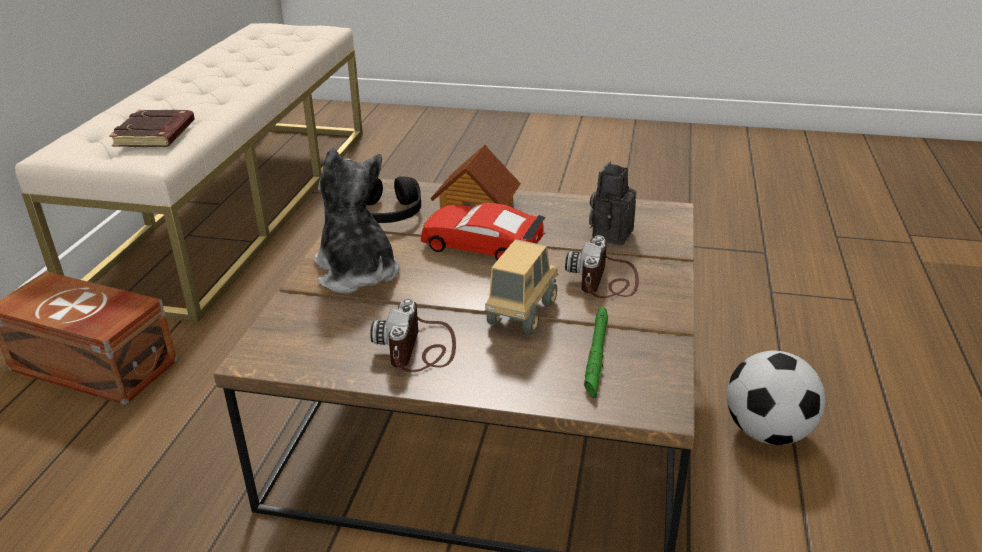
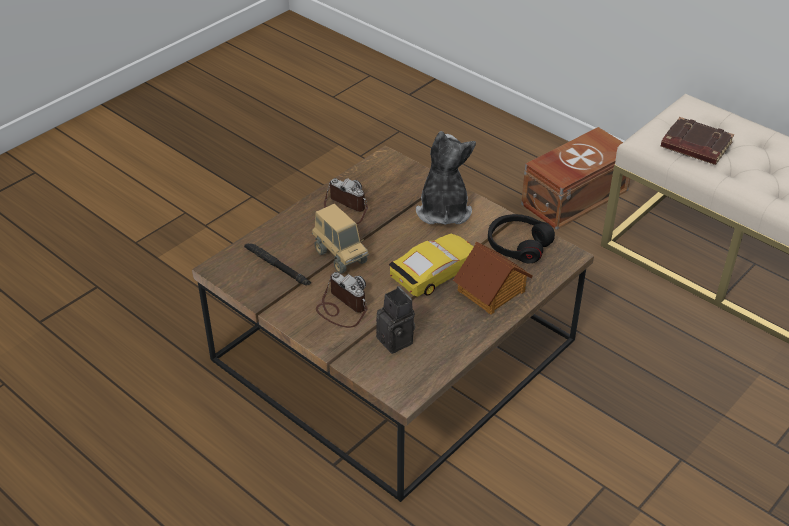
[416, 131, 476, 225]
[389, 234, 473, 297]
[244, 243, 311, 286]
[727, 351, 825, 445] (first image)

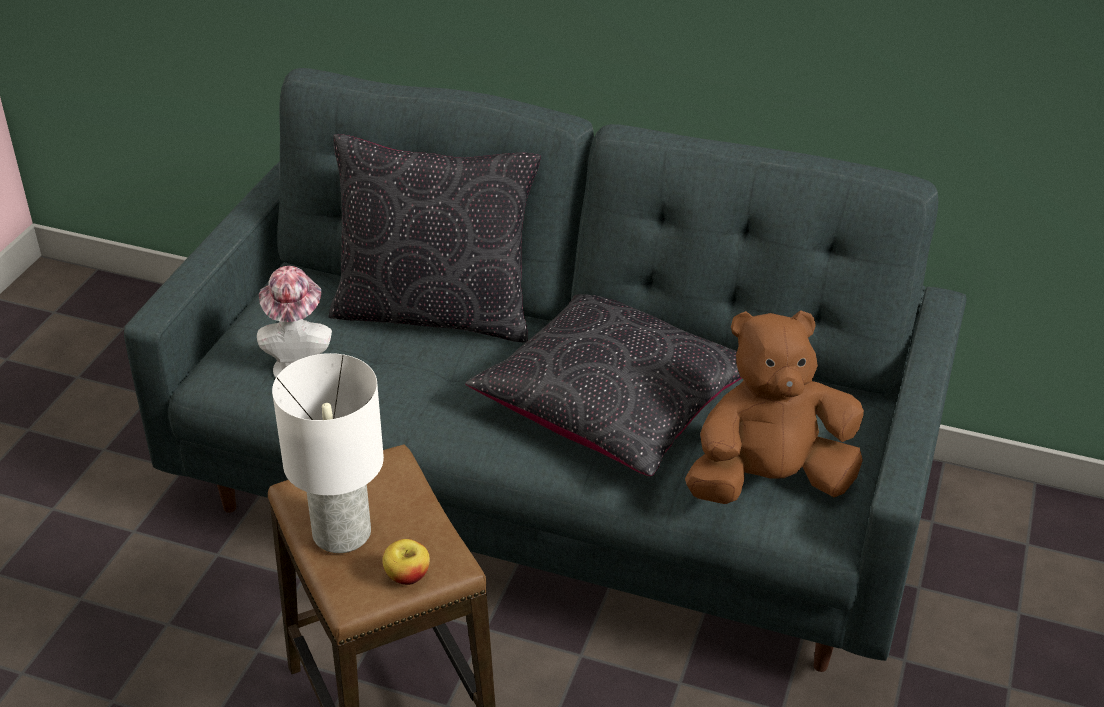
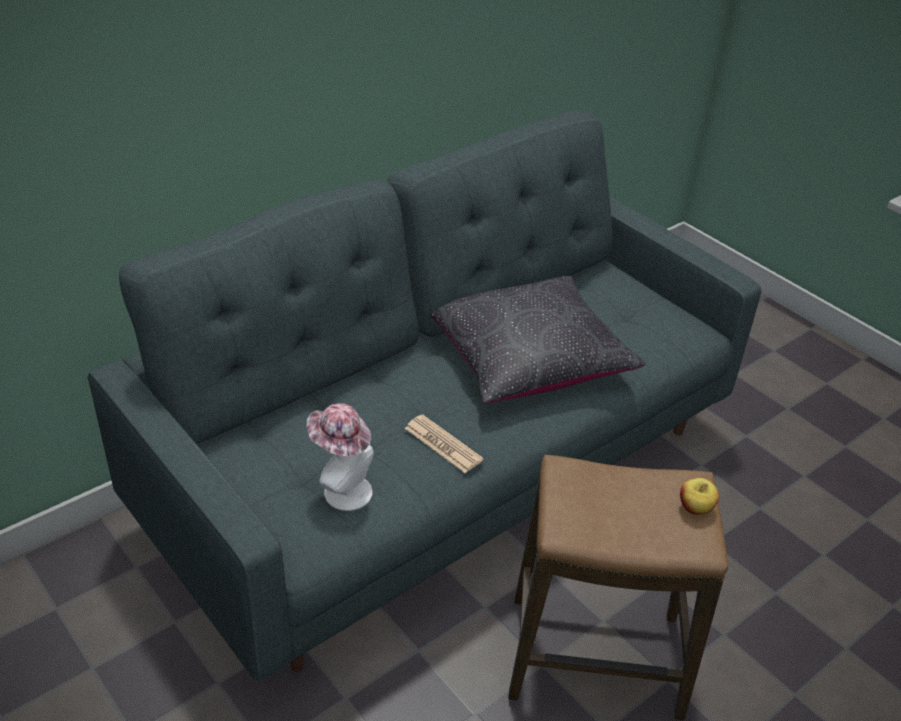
[272, 353, 384, 553] (first image)
[329, 134, 541, 342] (first image)
[685, 310, 864, 504] (first image)
[405, 414, 484, 473]

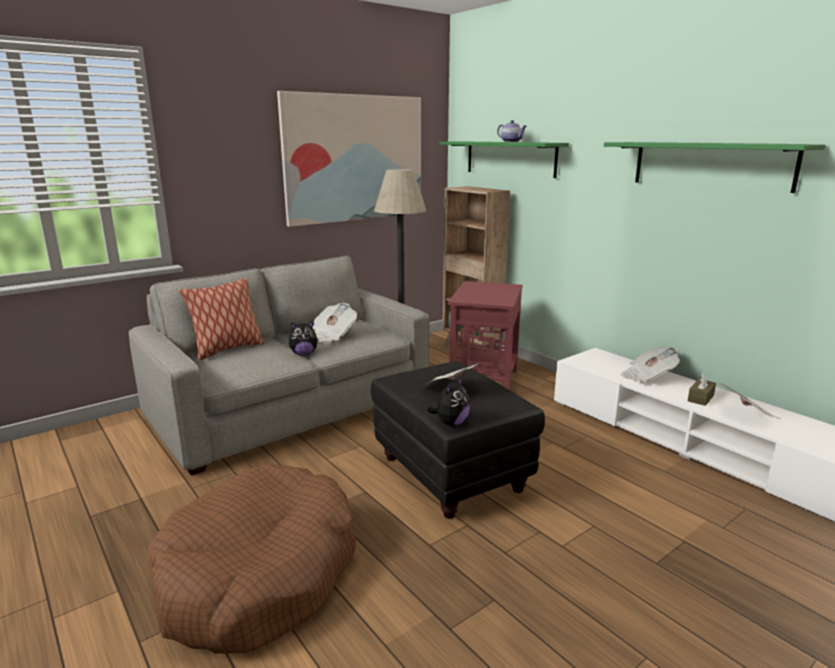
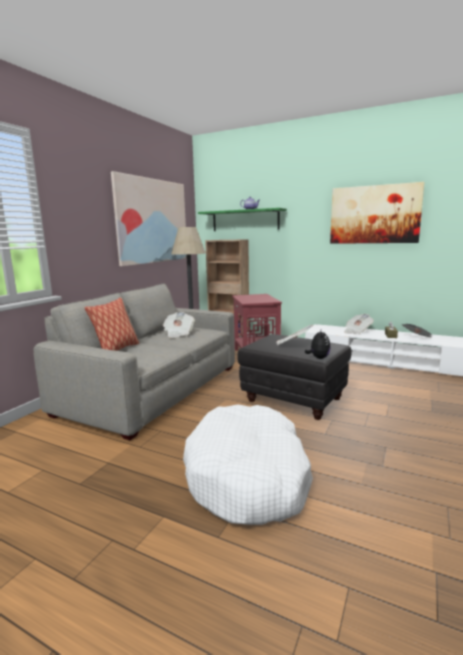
[183, 405, 313, 525]
[289, 320, 319, 356] (first image)
[330, 182, 425, 244]

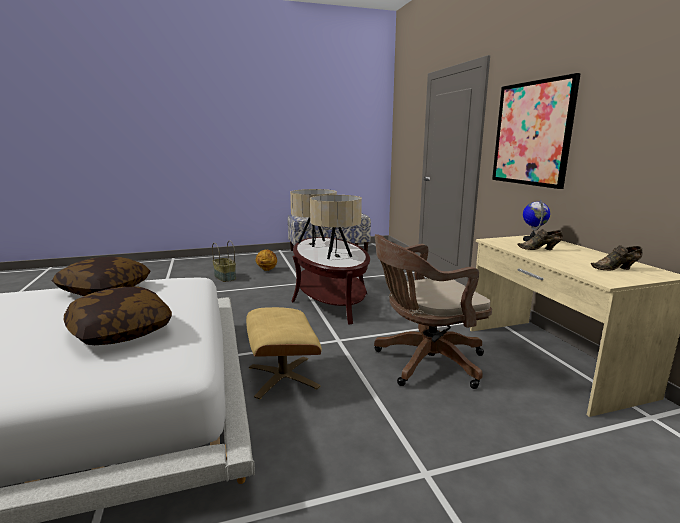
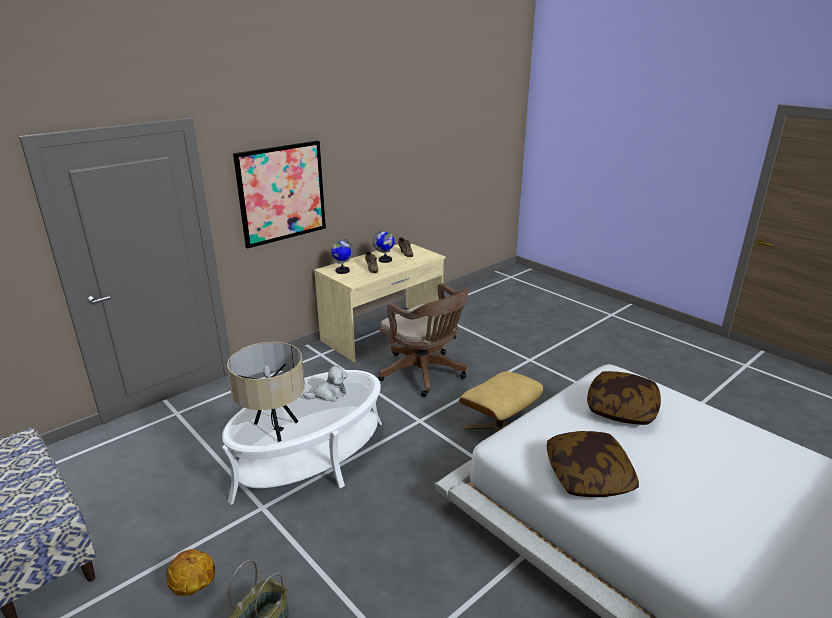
[222, 370, 382, 505]
[303, 366, 347, 402]
[373, 230, 395, 263]

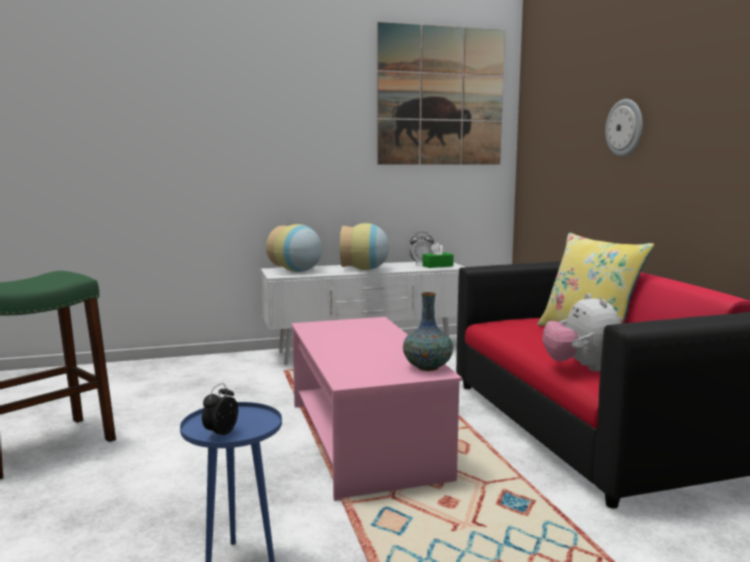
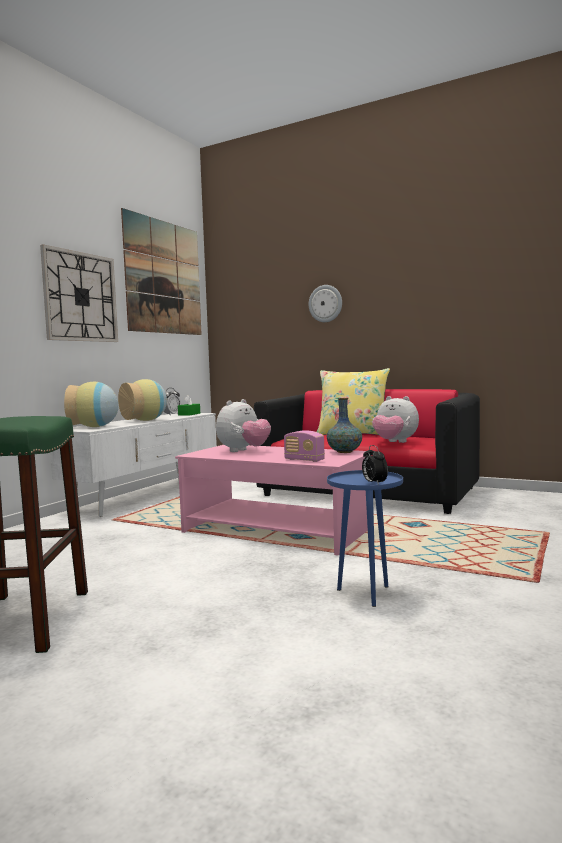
[40, 244, 118, 342]
[216, 399, 271, 452]
[284, 430, 325, 462]

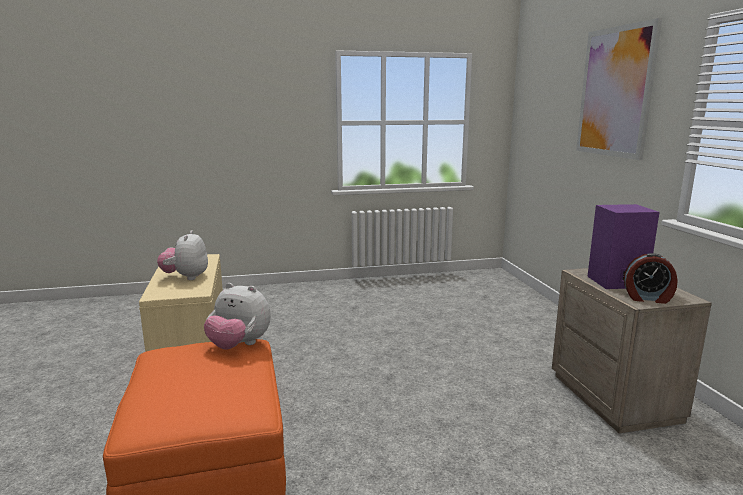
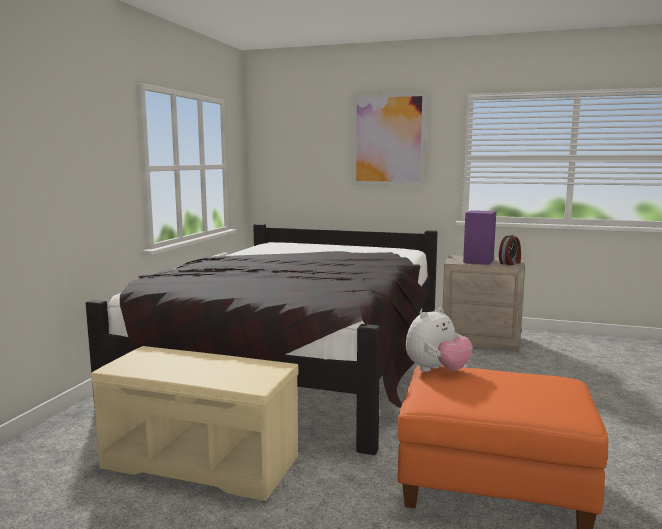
[157, 230, 208, 280] (first image)
[86, 224, 438, 455]

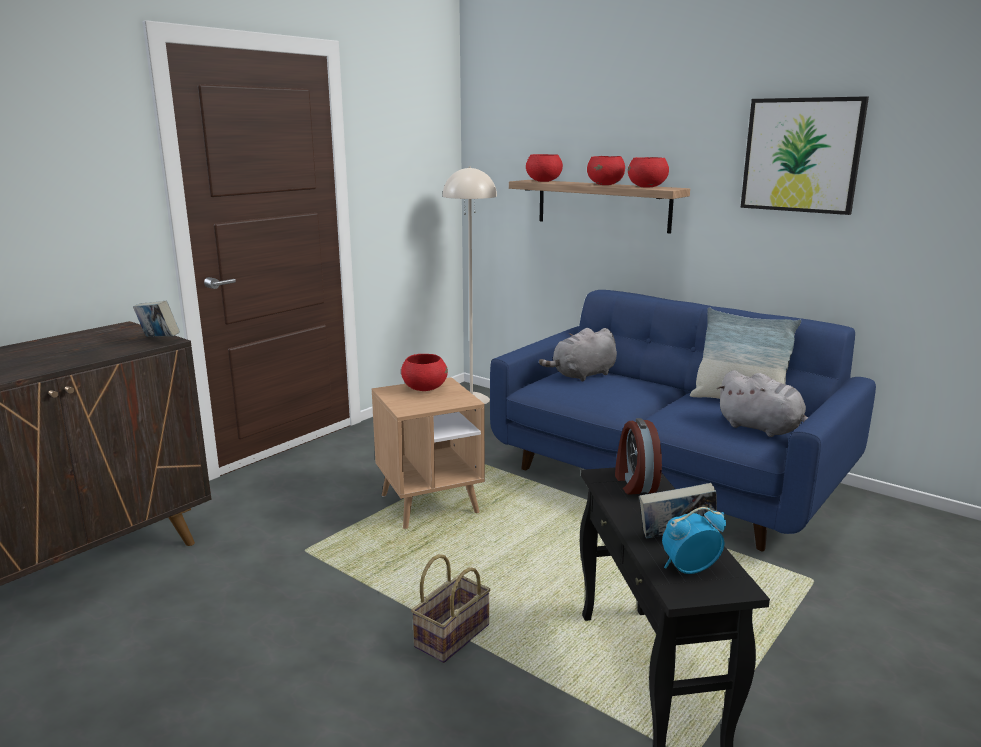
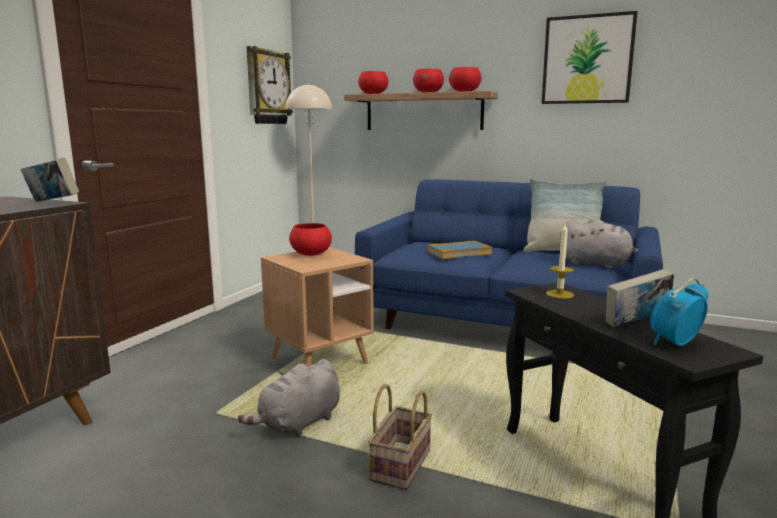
[238, 359, 340, 437]
[546, 222, 574, 299]
[246, 46, 293, 124]
[427, 241, 493, 259]

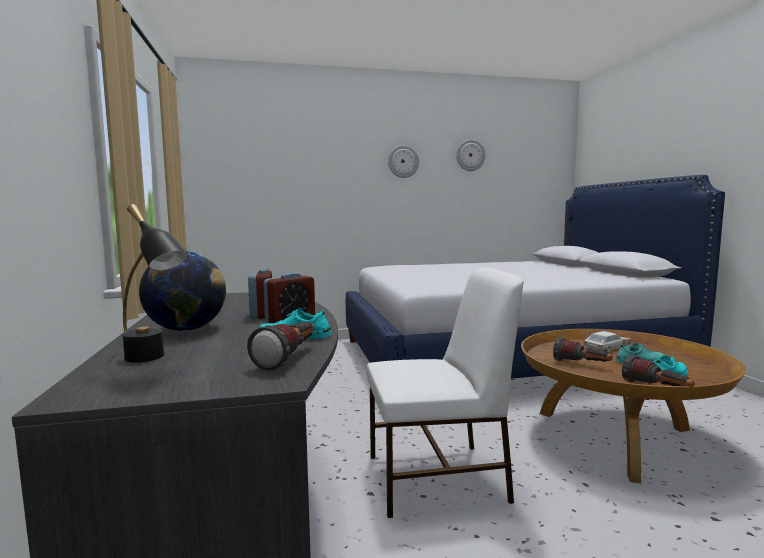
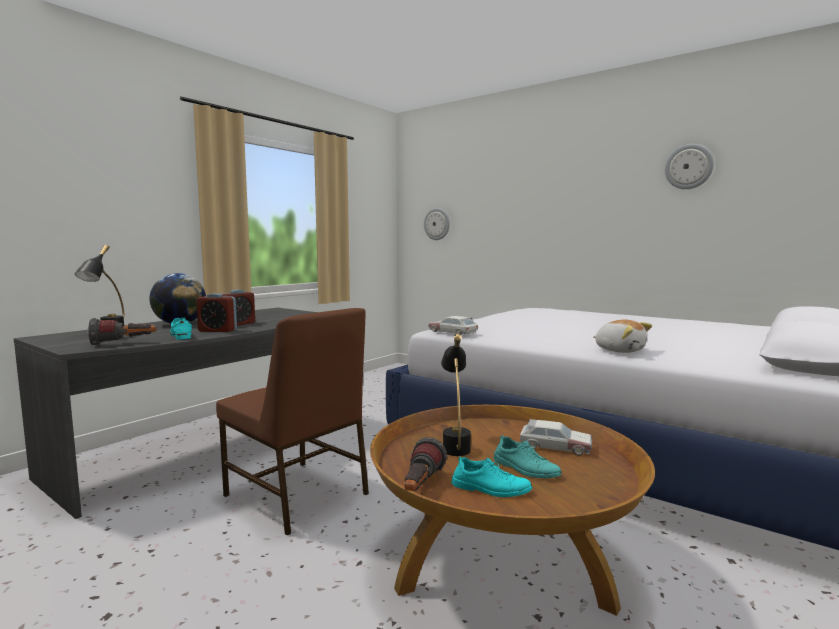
[216, 308, 369, 535]
[424, 208, 450, 240]
[441, 334, 471, 456]
[428, 316, 478, 335]
[593, 320, 652, 353]

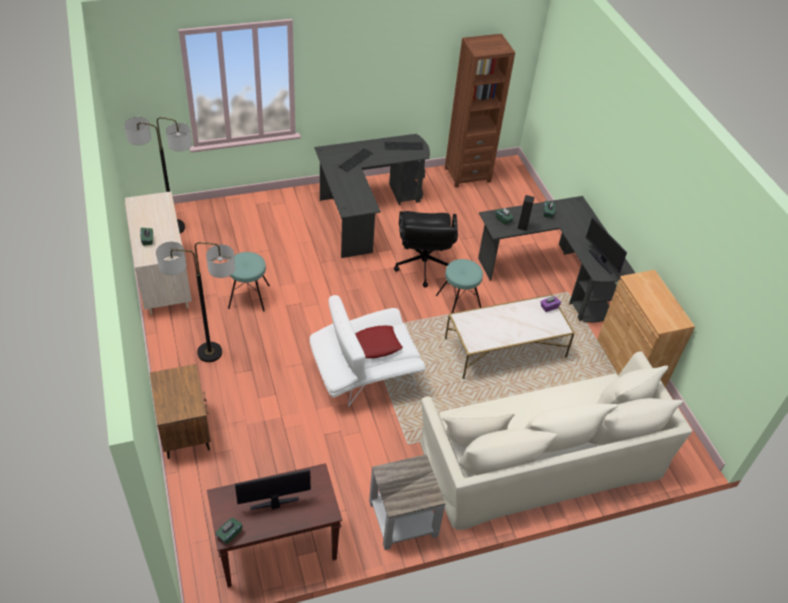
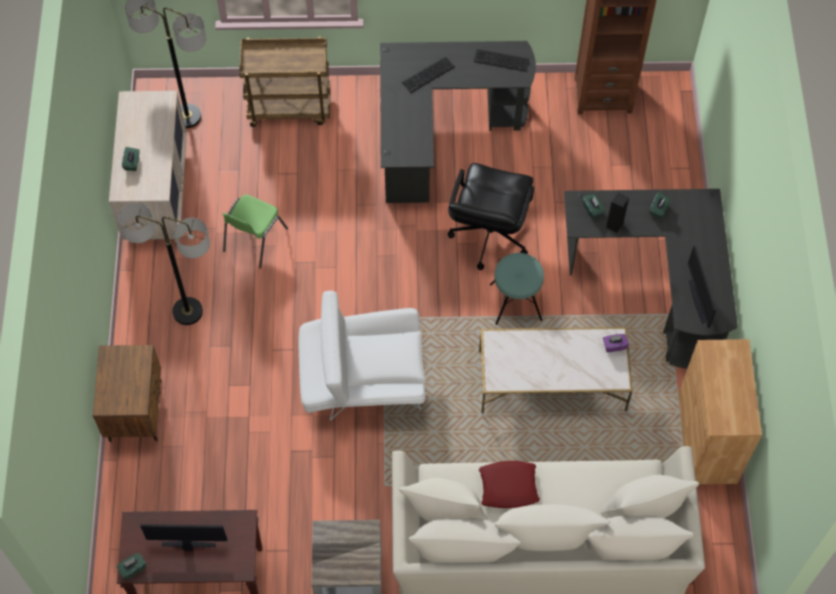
[222, 195, 288, 268]
[479, 461, 540, 508]
[239, 37, 330, 127]

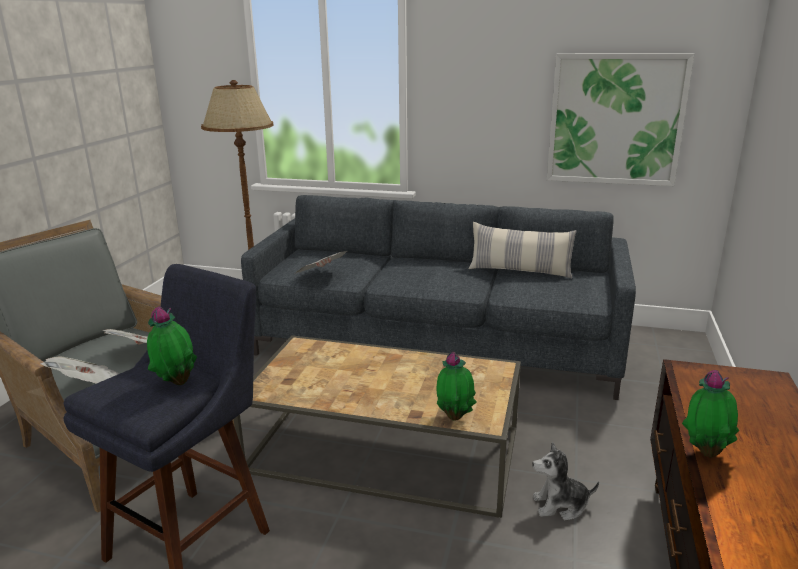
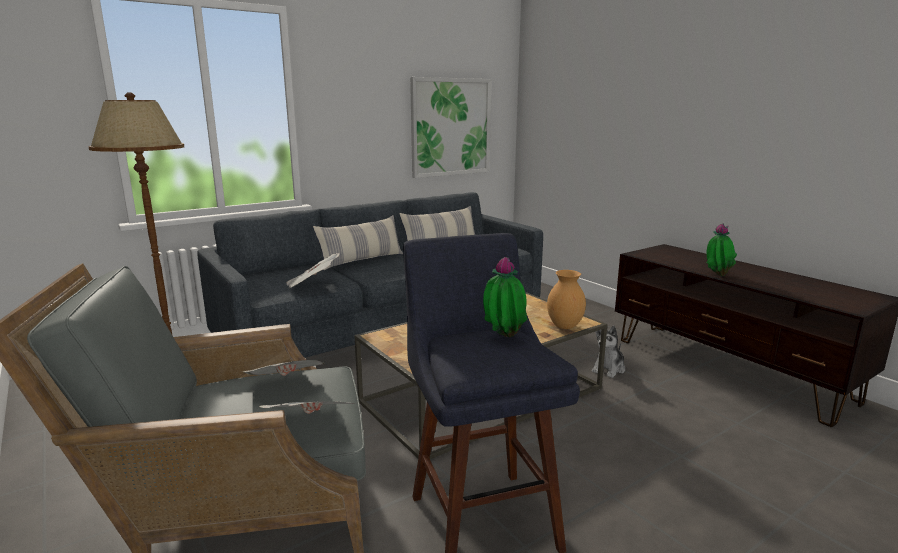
[547, 270, 586, 329]
[313, 215, 403, 270]

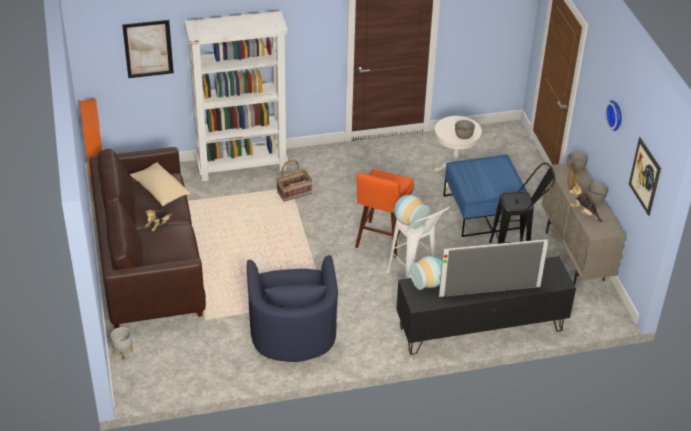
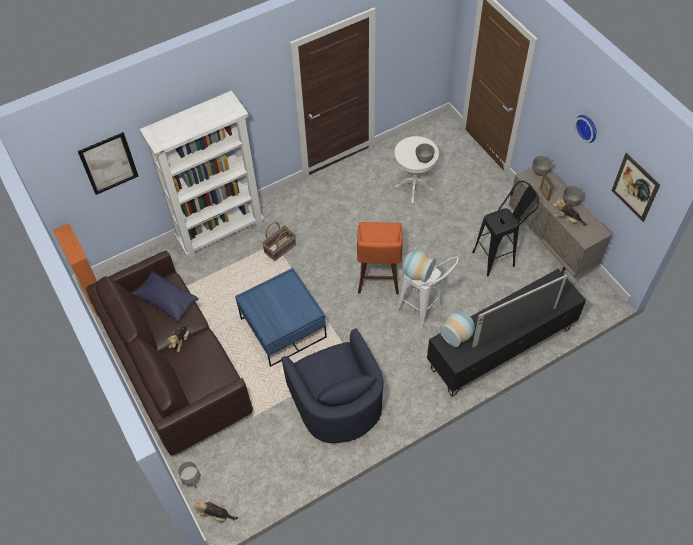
[131, 271, 199, 321]
[235, 268, 327, 367]
[194, 500, 238, 522]

